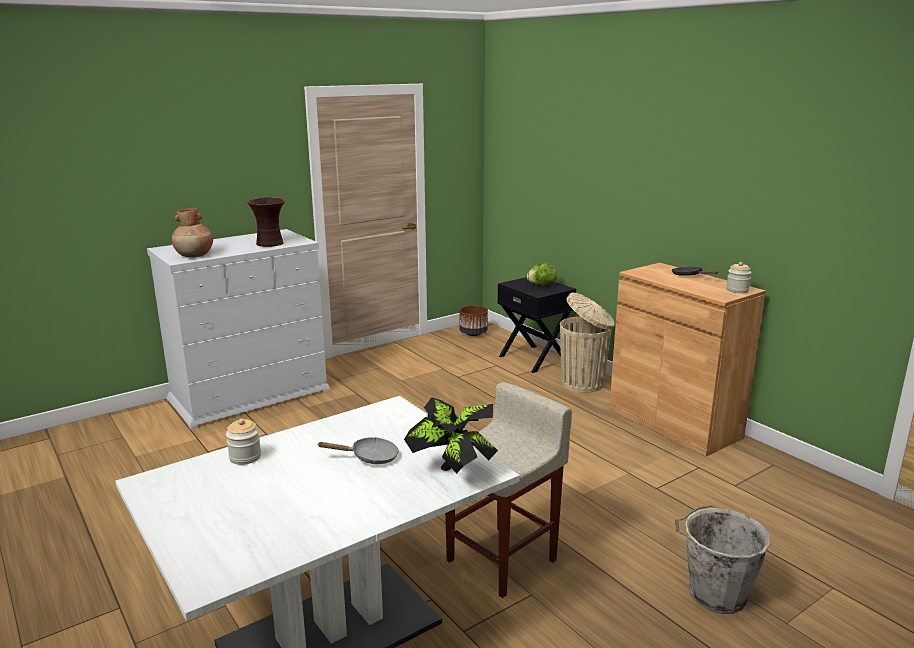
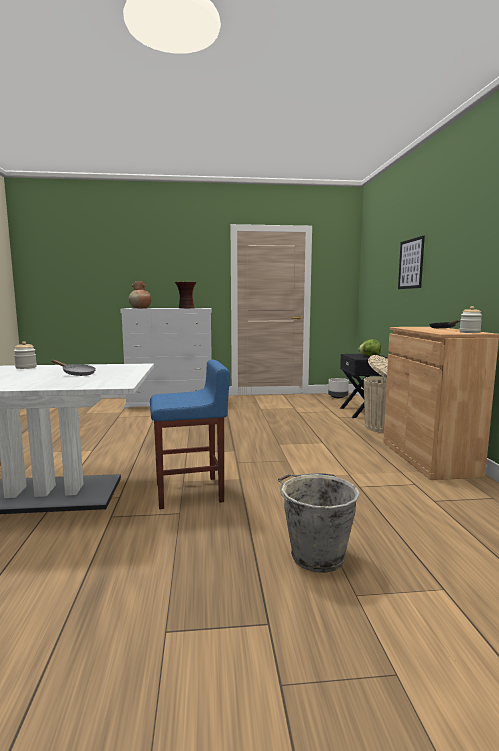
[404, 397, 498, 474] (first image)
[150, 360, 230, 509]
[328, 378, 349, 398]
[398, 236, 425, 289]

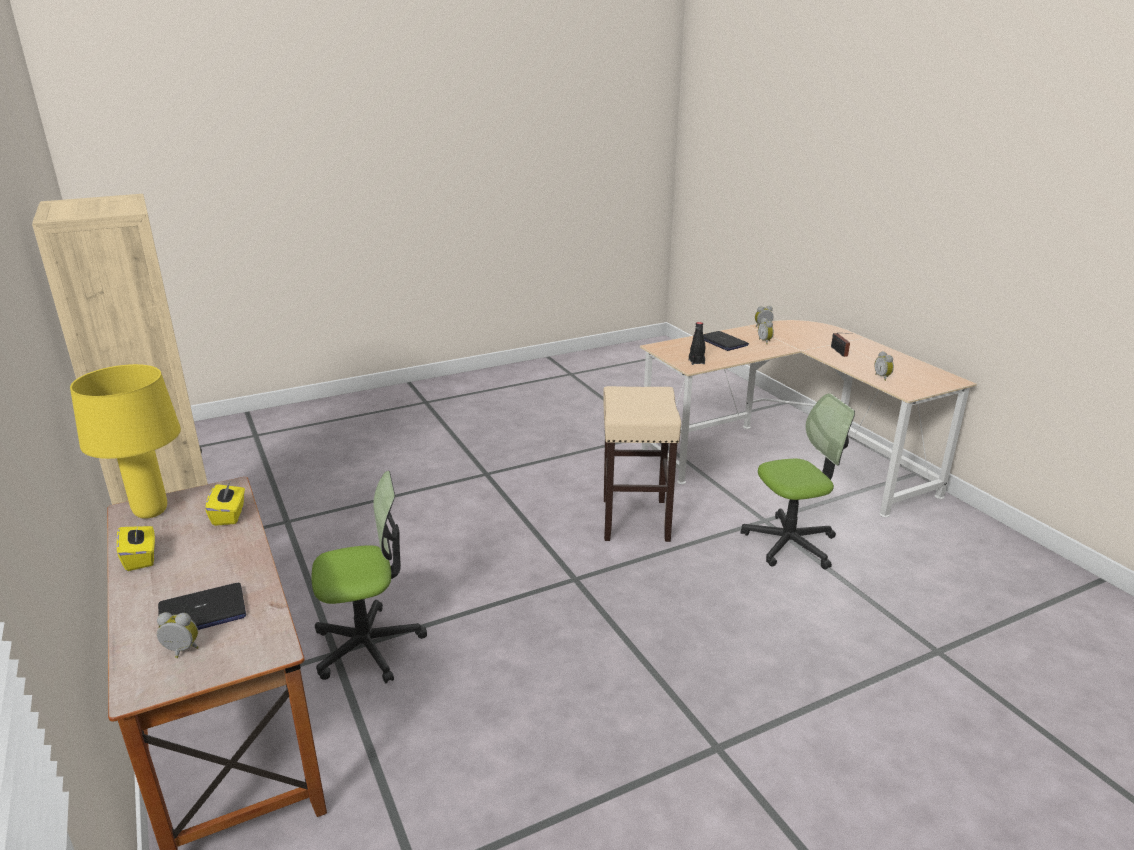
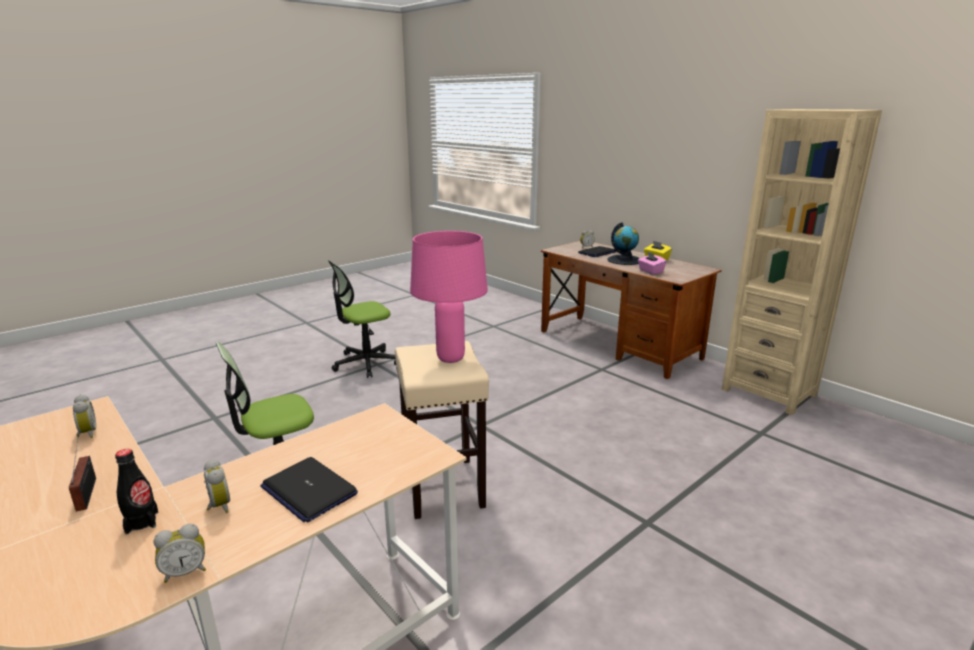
[70, 364, 181, 519] (first image)
[638, 251, 667, 274]
[328, 260, 396, 378]
[115, 449, 158, 534]
[410, 231, 488, 363]
[607, 222, 640, 265]

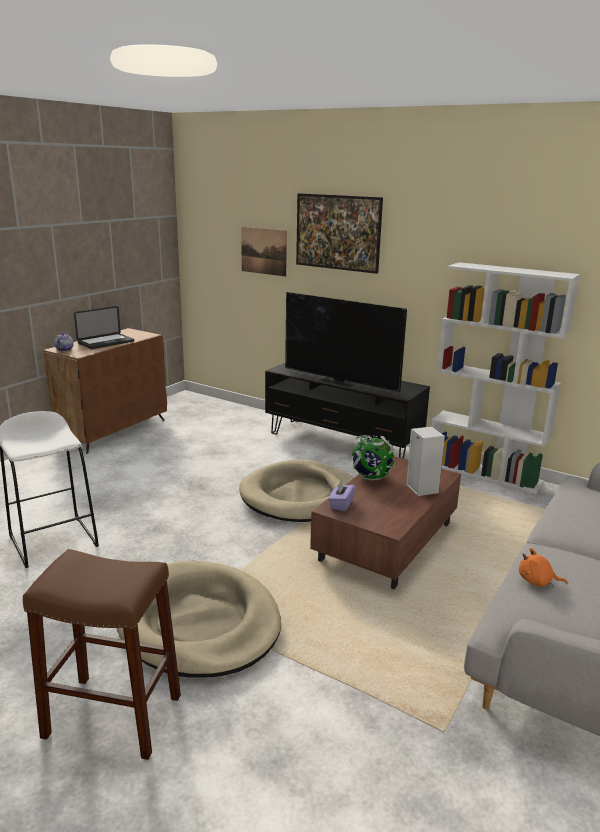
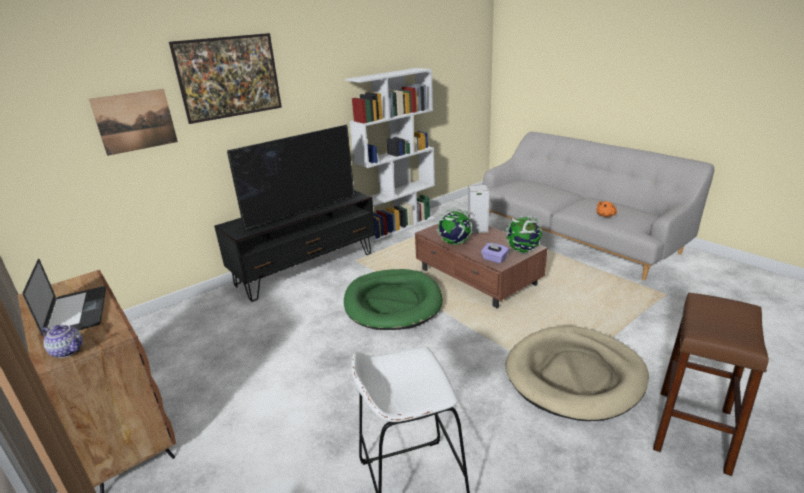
[344, 269, 443, 330]
[506, 215, 542, 253]

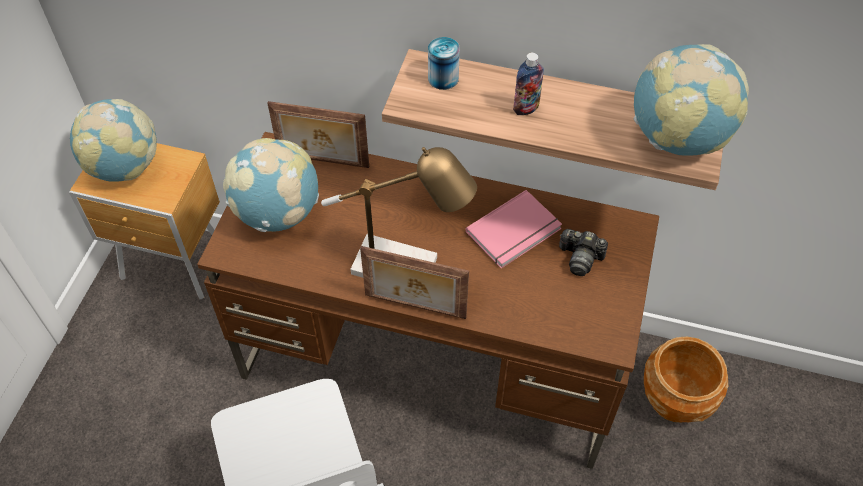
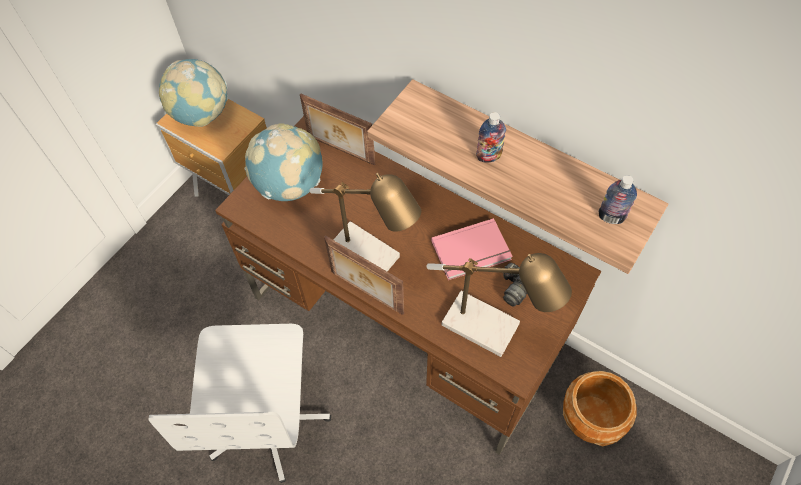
[428, 37, 460, 90] (first image)
[599, 175, 637, 224]
[427, 253, 572, 357]

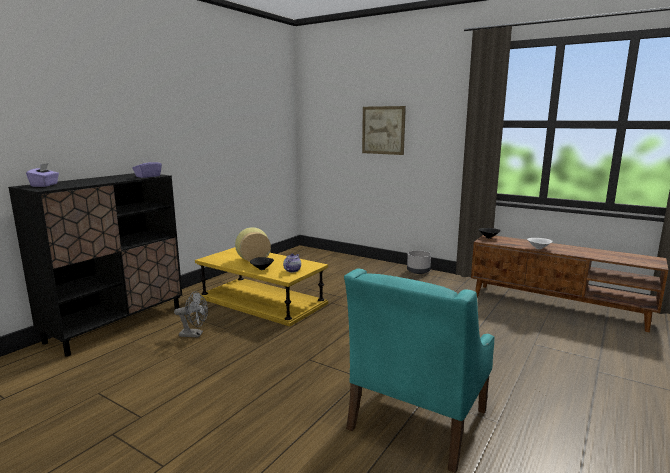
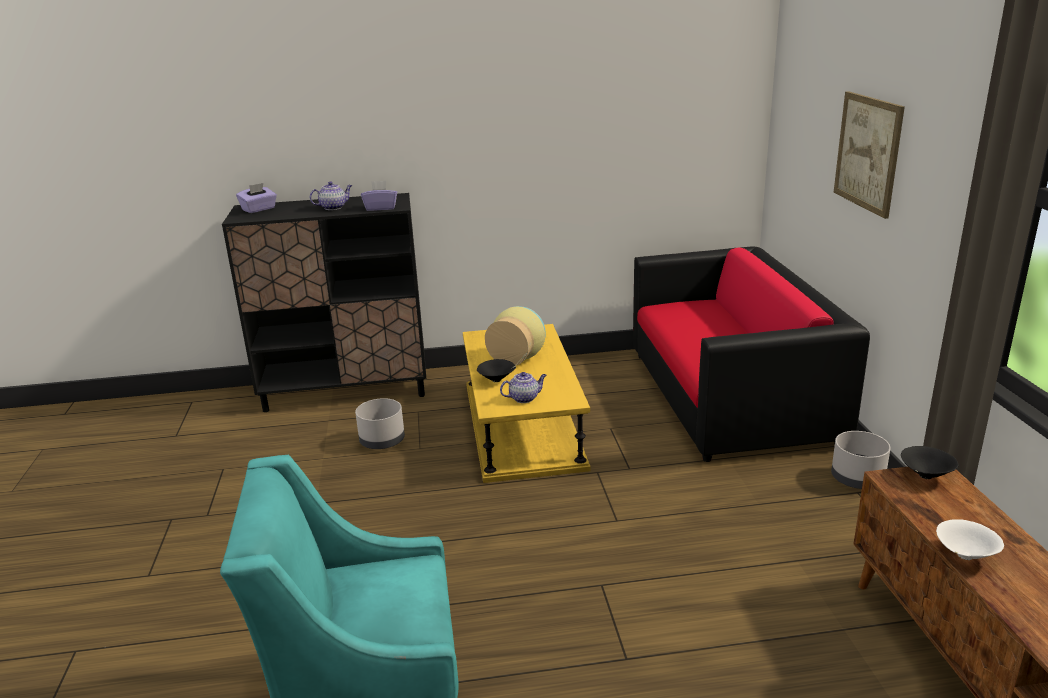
[355, 398, 405, 449]
[310, 181, 352, 210]
[633, 246, 870, 462]

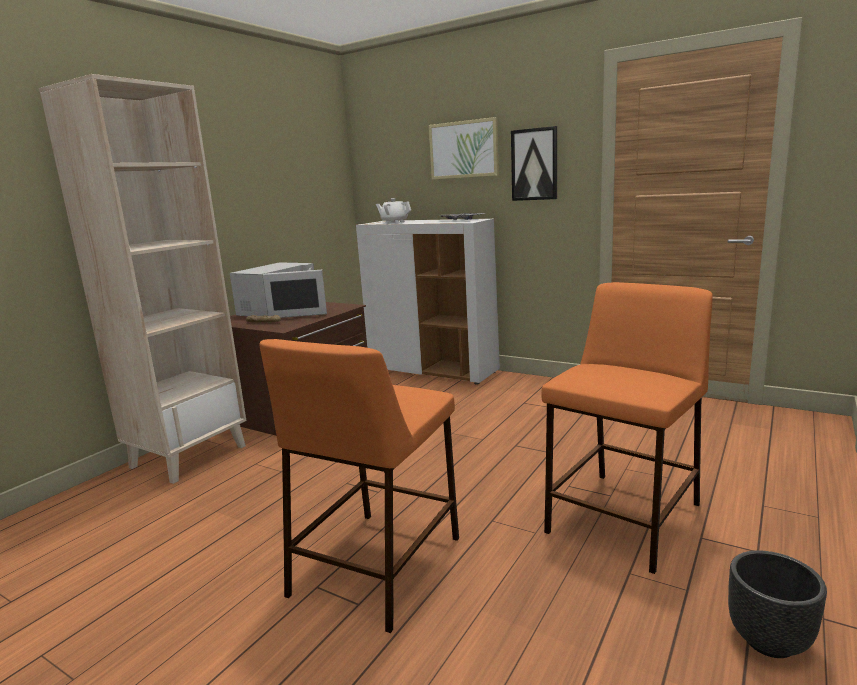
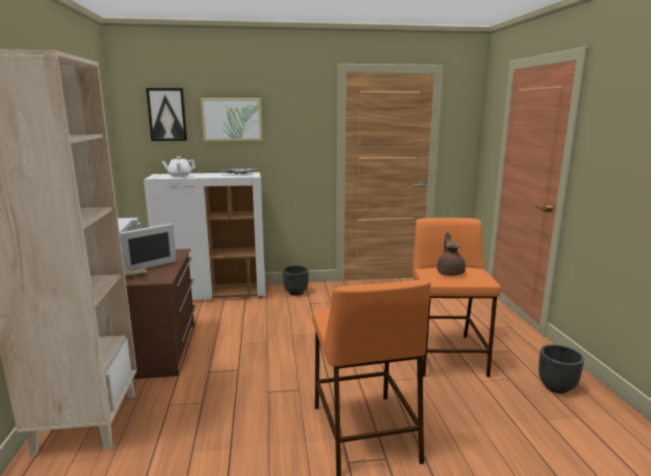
[146, 88, 187, 141]
[283, 265, 309, 295]
[437, 232, 466, 276]

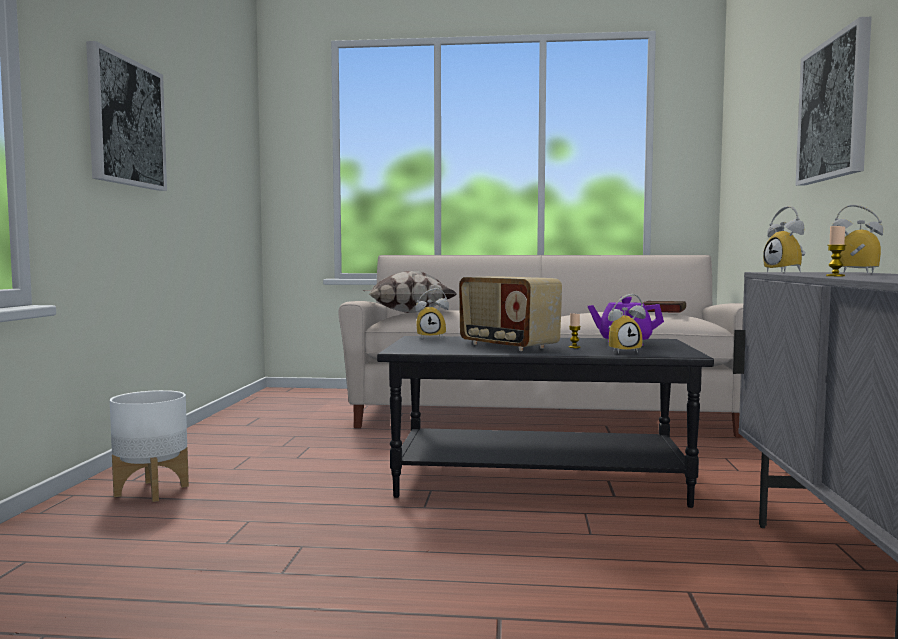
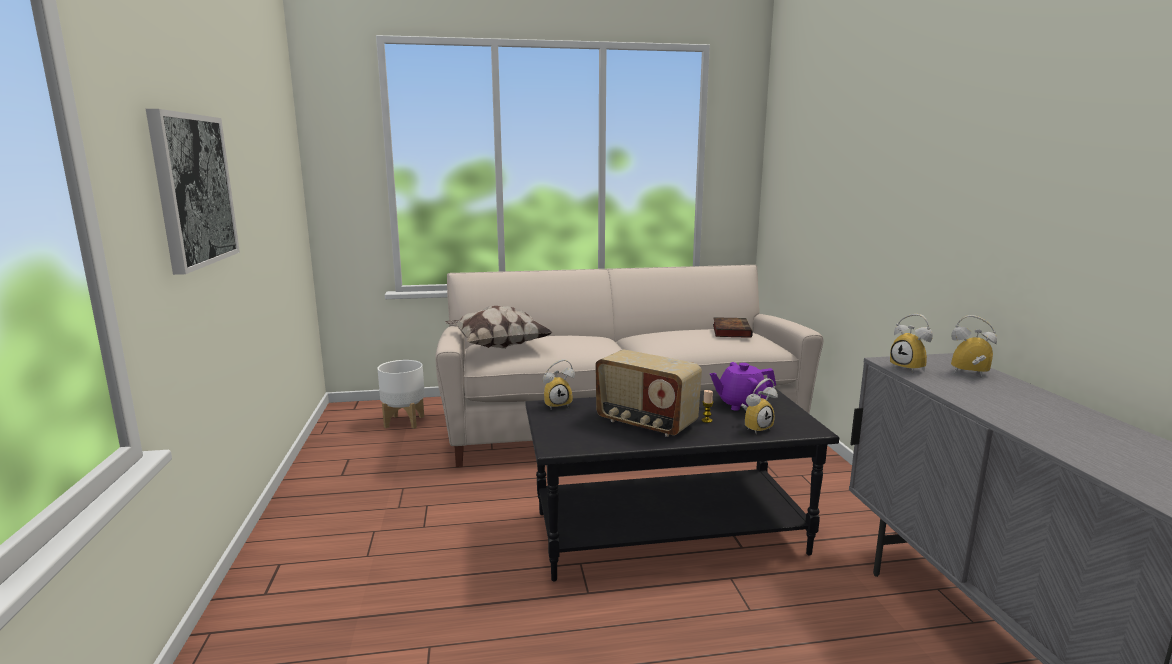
[378, 360, 425, 429]
[796, 17, 872, 186] (first image)
[826, 226, 846, 276] (first image)

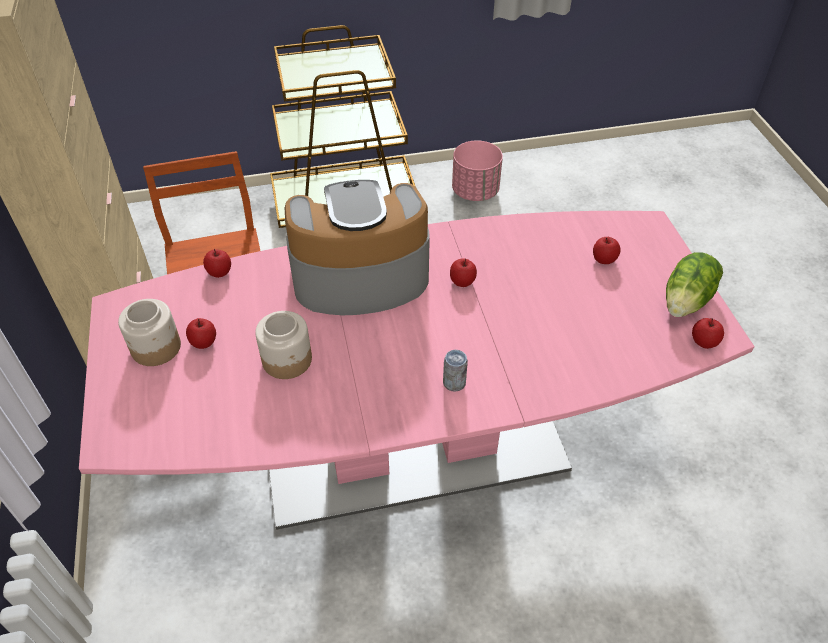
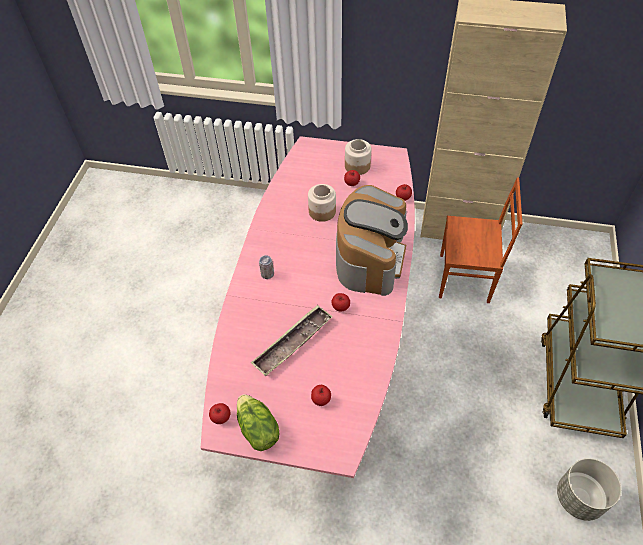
[557, 458, 621, 521]
[251, 305, 333, 376]

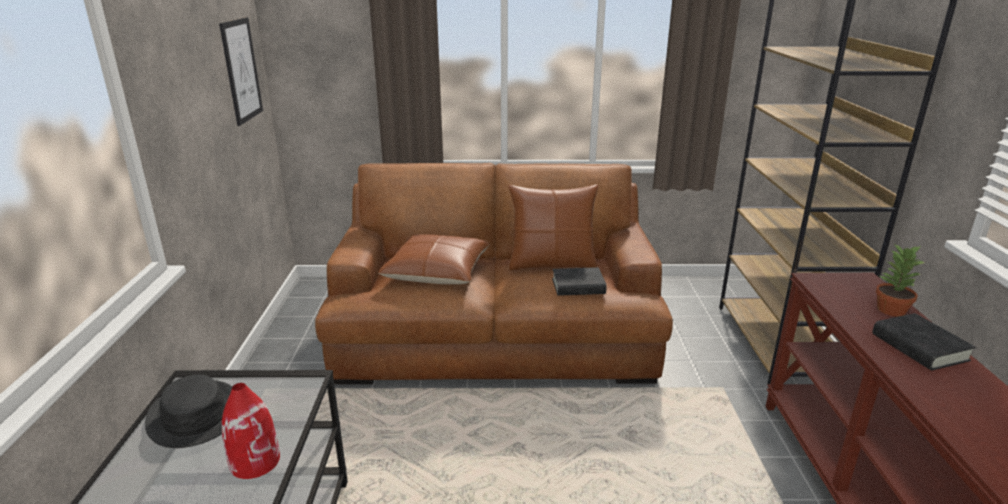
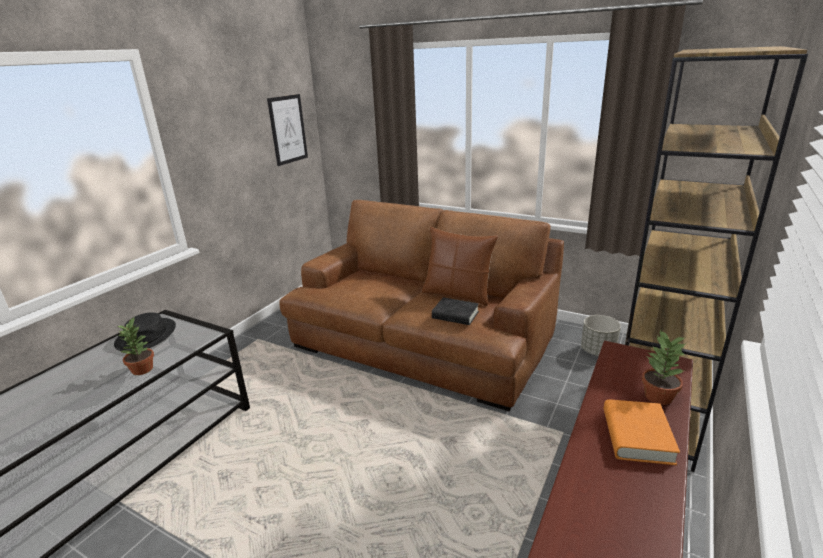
[116, 318, 154, 375]
[378, 234, 490, 284] (first image)
[604, 399, 680, 465]
[581, 315, 621, 356]

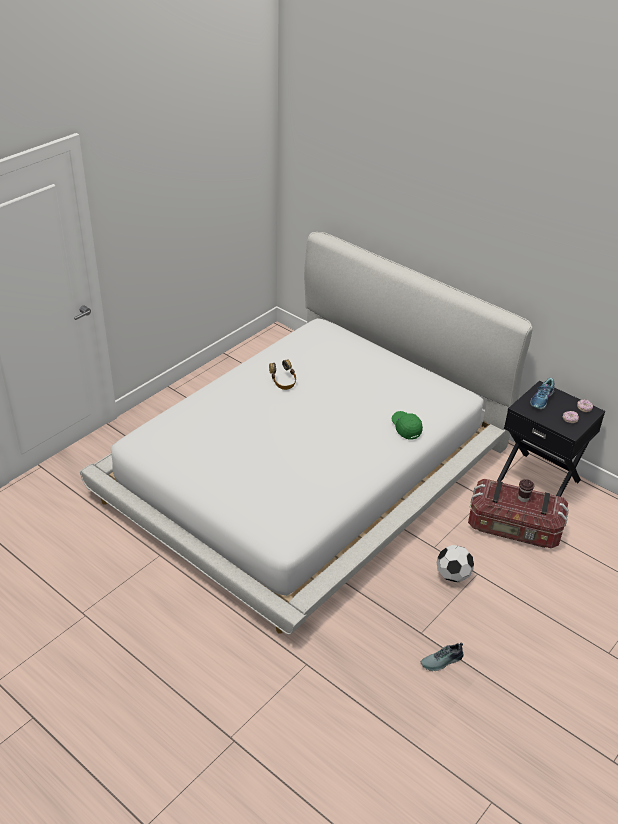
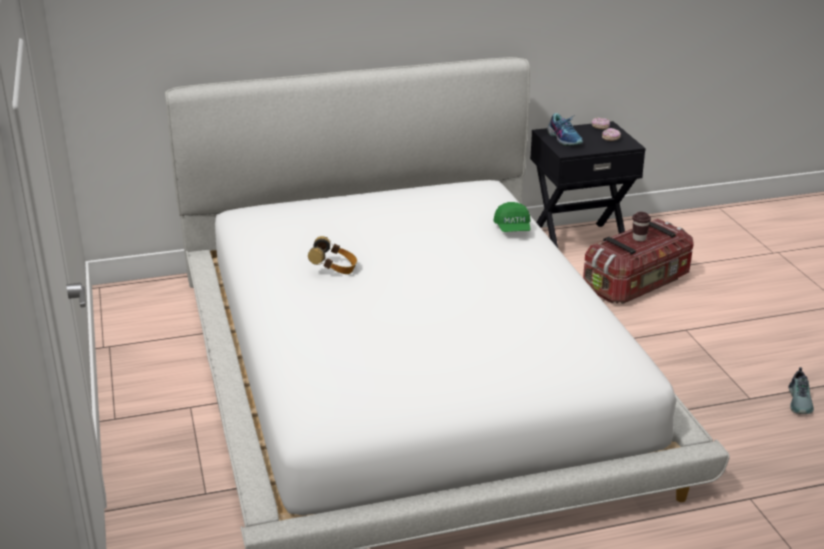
[493, 202, 531, 232]
[437, 545, 474, 583] (first image)

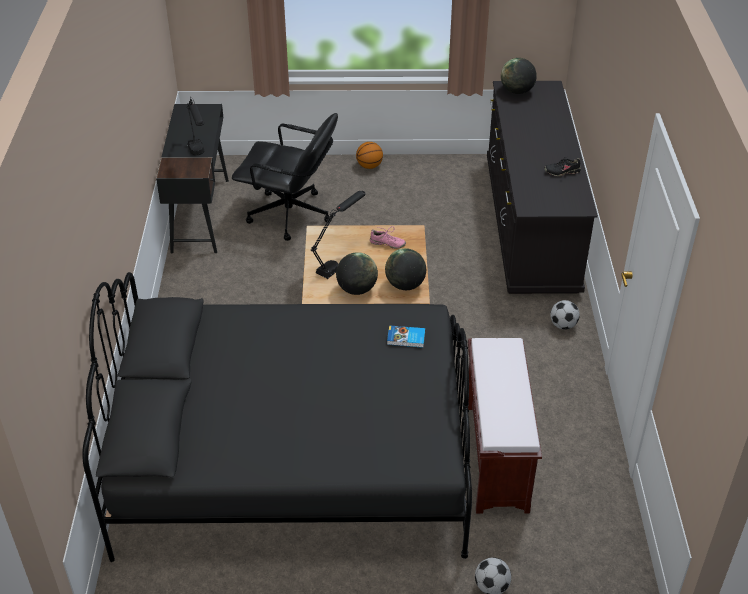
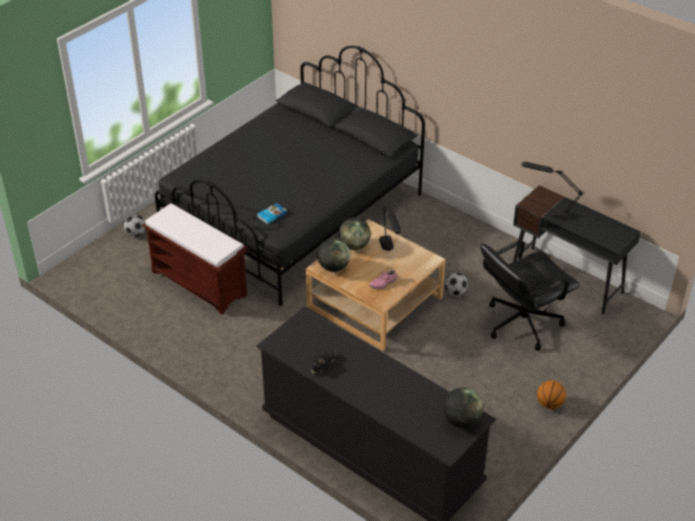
[445, 273, 468, 296]

